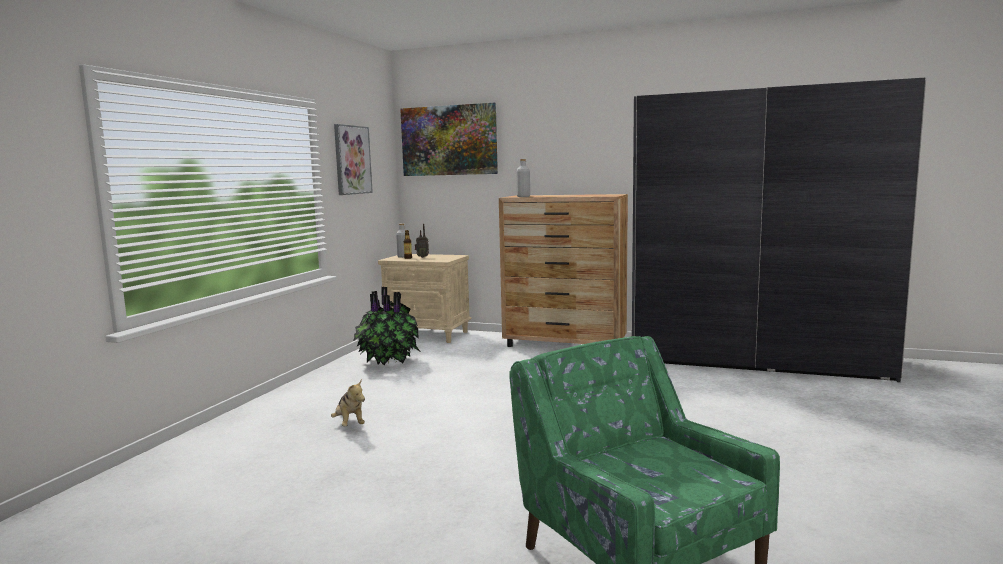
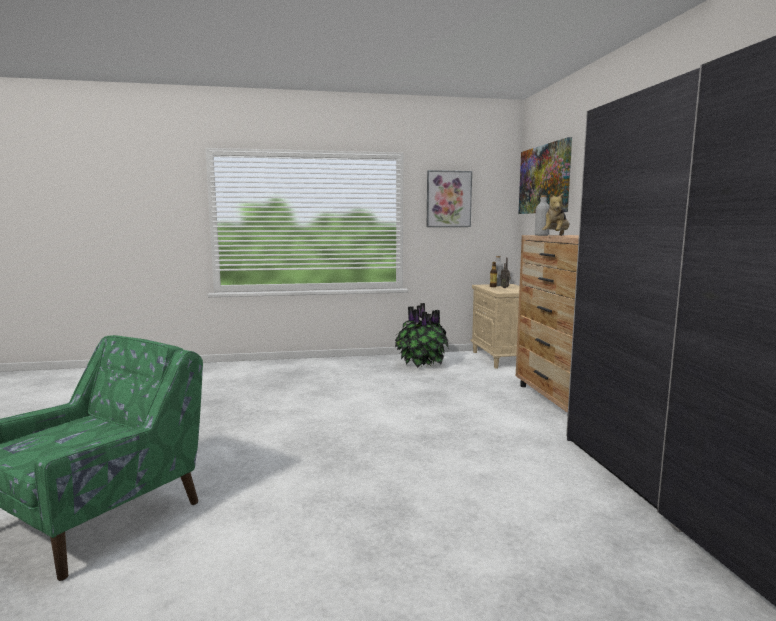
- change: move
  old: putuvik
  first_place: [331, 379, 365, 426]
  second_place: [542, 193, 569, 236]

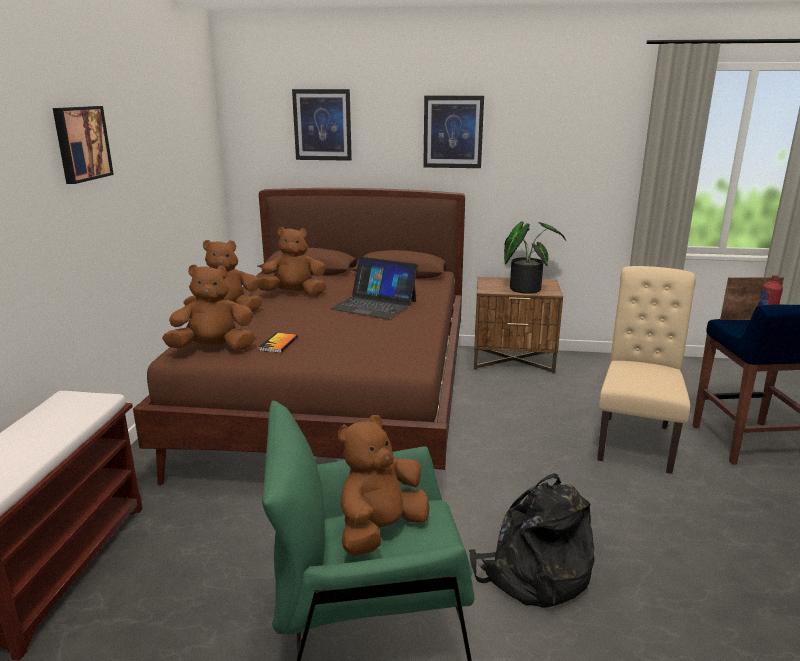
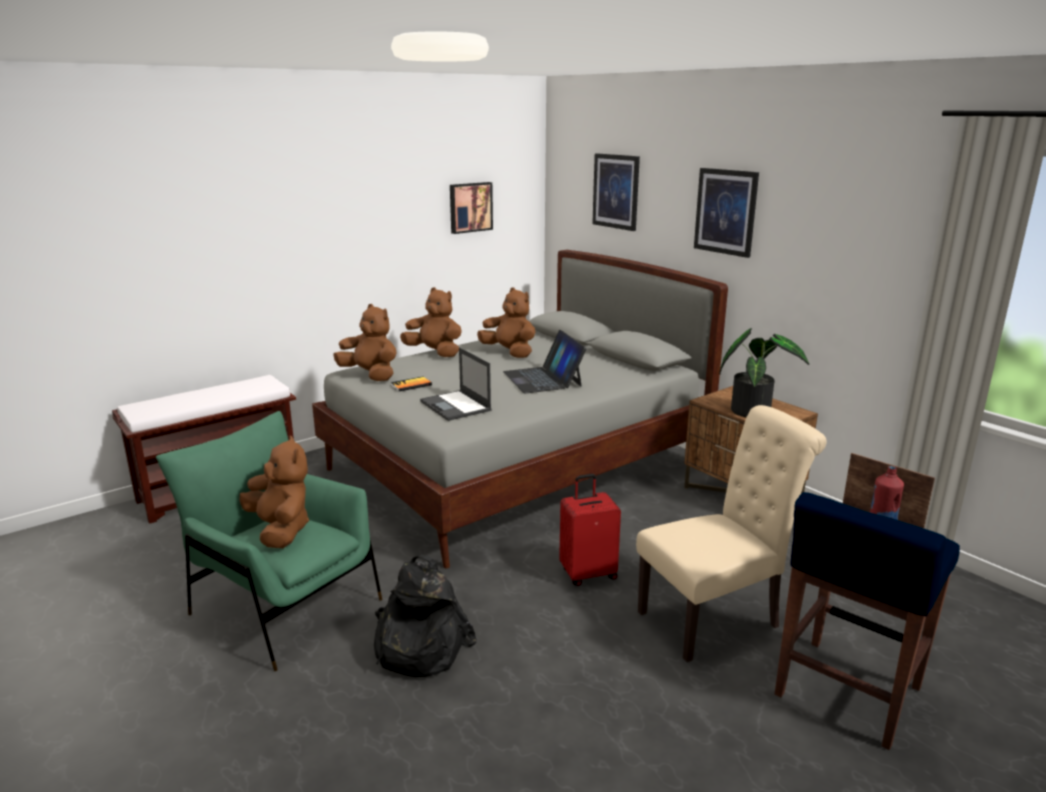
- change: move
  old: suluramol
  first_place: [53, 106, 114, 184]
  second_place: [450, 182, 493, 234]
- change: recolor
  old: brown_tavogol
  new: grey_tavogol
  first_place: [133, 188, 465, 485]
  second_place: [312, 250, 728, 569]
- change: rotate
  old: brown_putuvik
  first_place: [338, 415, 430, 556]
  second_place: [240, 436, 309, 548]
  degrees: 60
- change: insert
  new: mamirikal
  second_place: [420, 347, 492, 421]
- change: insert
  new: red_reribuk
  second_place: [559, 474, 621, 586]

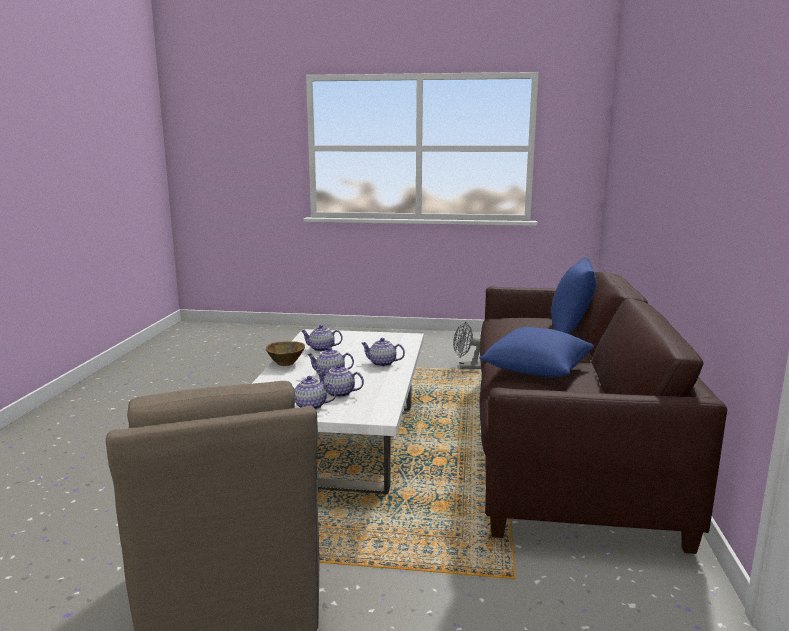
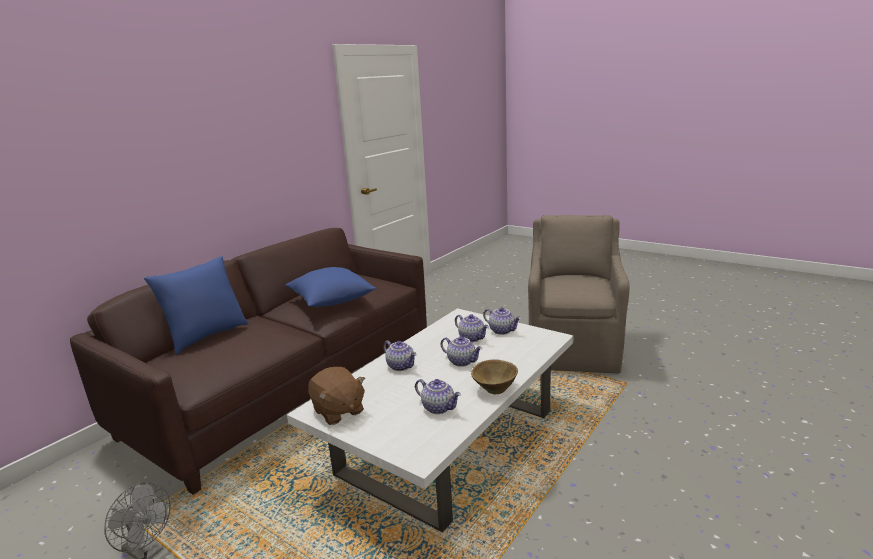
- change: insert
  new: brown_putuvik
  second_place: [308, 367, 365, 425]

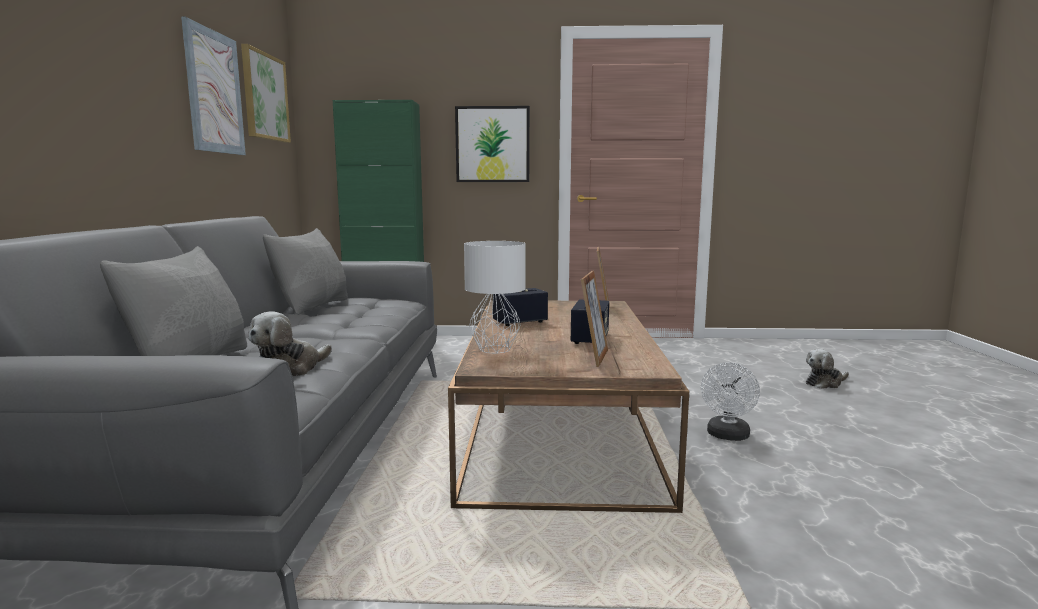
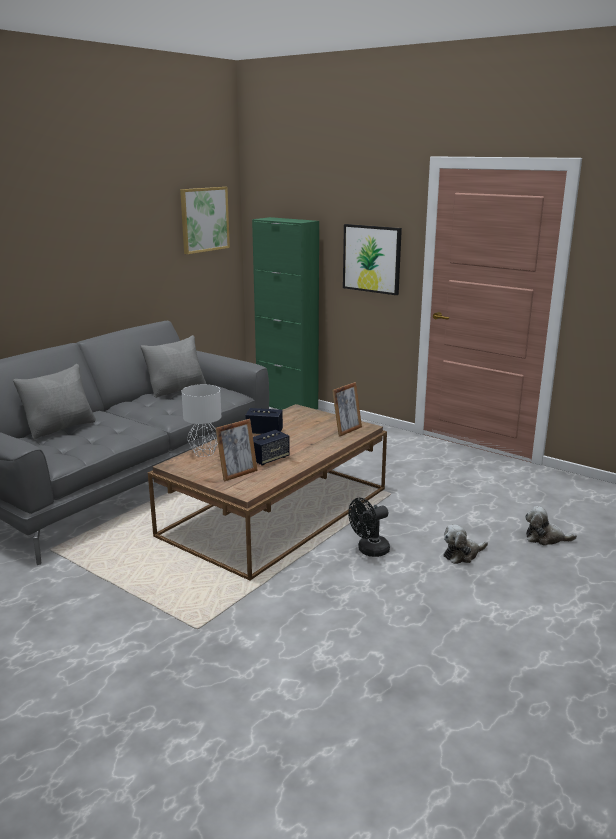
- change: delete
  old: suluramol
  first_place: [181, 17, 246, 155]
- change: move
  old: putuvik
  first_place: [248, 311, 332, 376]
  second_place: [444, 525, 488, 564]
- change: recolor
  old: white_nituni
  new: black_nituni
  first_place: [701, 362, 760, 441]
  second_place: [348, 498, 390, 557]

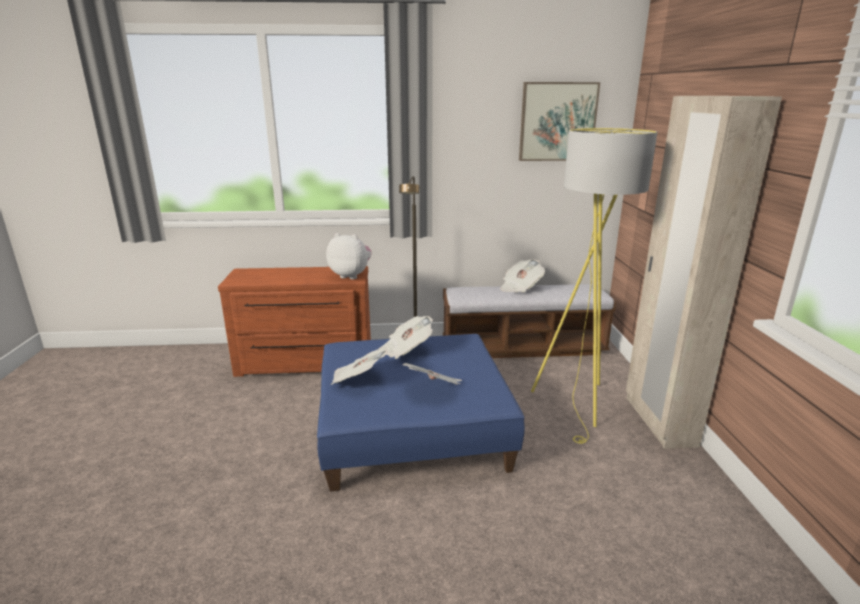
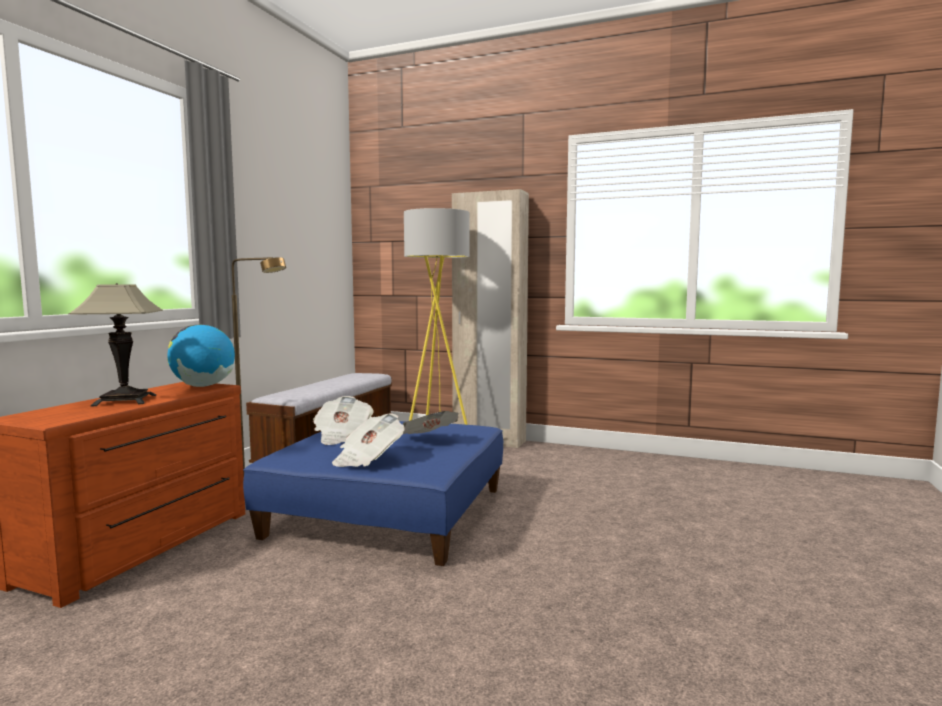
- change: delete
  old: suluramol
  first_place: [519, 82, 600, 161]
- change: replace
  old: putuvik
  new: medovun
  first_place: [326, 233, 372, 279]
  second_place: [167, 324, 235, 387]
- change: delete
  old: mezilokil
  first_place: [500, 259, 545, 293]
- change: insert
  new: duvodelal
  second_place: [68, 283, 163, 407]

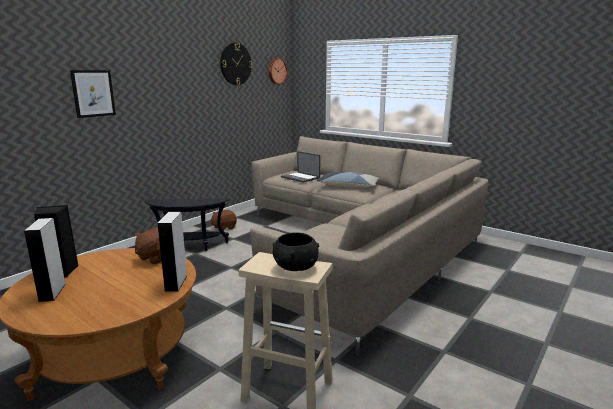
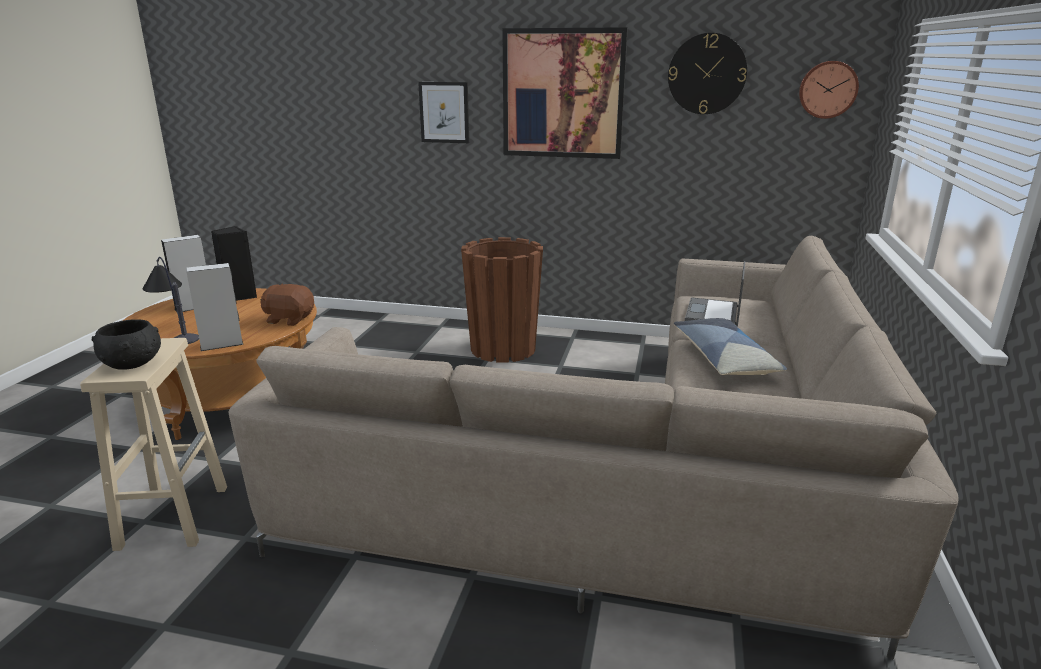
- change: replace
  old: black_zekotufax
  new: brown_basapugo
  first_place: [145, 198, 230, 251]
  second_place: [461, 237, 543, 363]
- change: delete
  old: brown_putuvik
  first_place: [210, 210, 237, 231]
- change: insert
  new: suluramol
  second_place: [502, 27, 628, 159]
- change: insert
  new: duvodelal
  second_place: [143, 257, 199, 344]

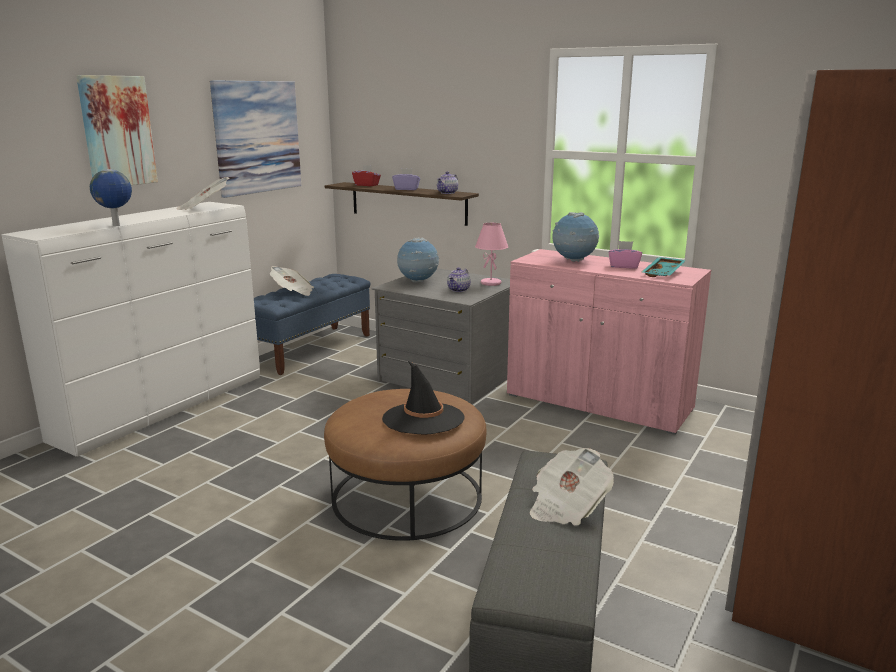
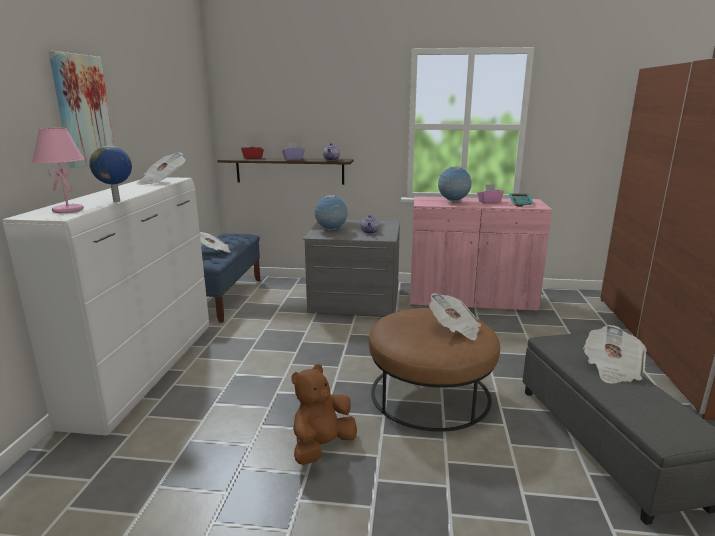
- change: delete
  old: suluramol
  first_place: [210, 80, 301, 198]
- change: move
  old: pink_duvodelal
  first_place: [475, 223, 508, 286]
  second_place: [32, 128, 84, 213]
- change: replace
  old: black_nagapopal
  new: mezilokil
  first_place: [382, 360, 464, 435]
  second_place: [429, 293, 481, 340]
- change: insert
  new: brown_putuvik
  second_place: [292, 364, 357, 465]

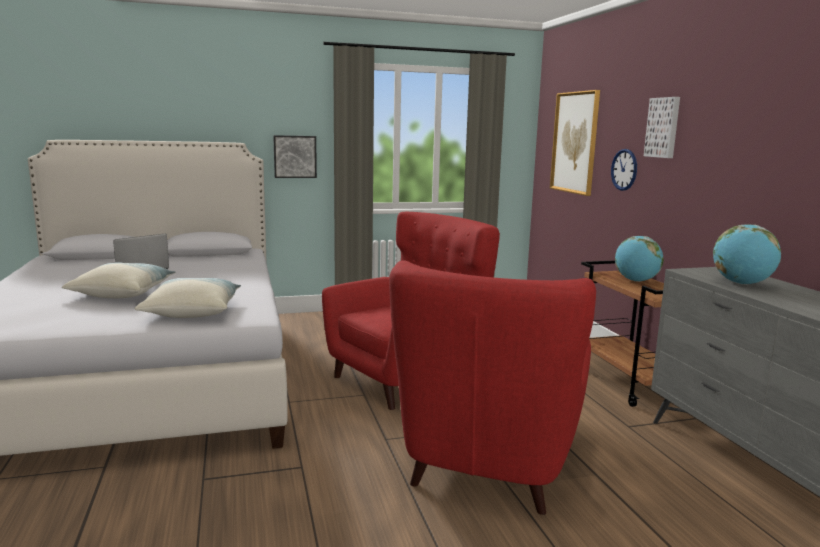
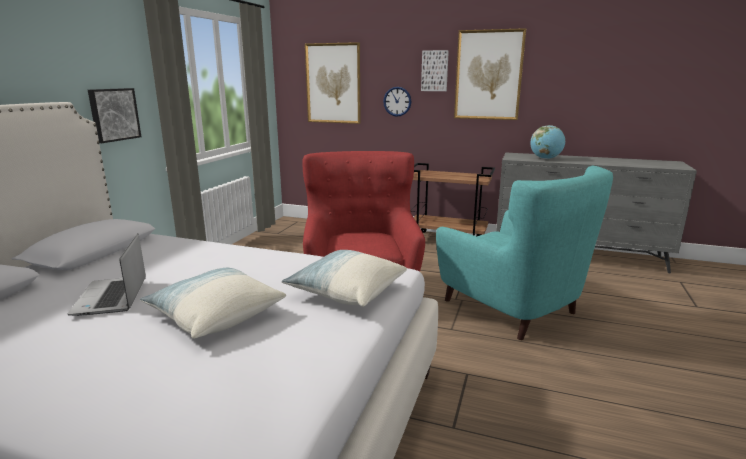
- change: delete
  old: medovun
  first_place: [615, 236, 664, 282]
- change: recolor
  old: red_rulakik
  new: turquoise_rulakik
  first_place: [389, 260, 596, 515]
  second_place: [436, 166, 613, 340]
- change: insert
  new: suluramol
  second_place: [454, 28, 526, 120]

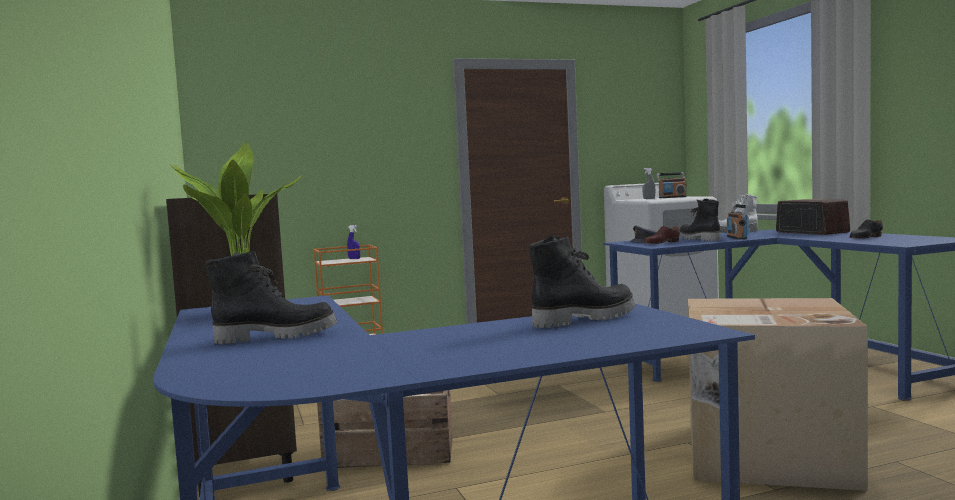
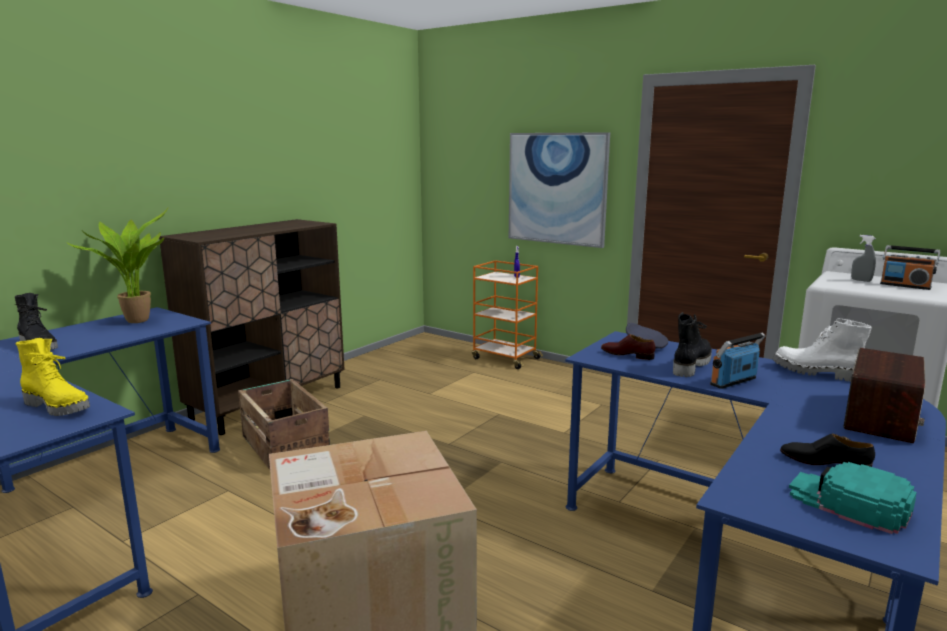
- change: recolor
  old: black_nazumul
  new: yellow_nazumul
  first_place: [529, 235, 635, 328]
  second_place: [16, 338, 90, 416]
- change: insert
  new: suluramol
  second_place: [509, 132, 610, 248]
- change: insert
  new: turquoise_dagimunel
  second_place: [789, 462, 917, 534]

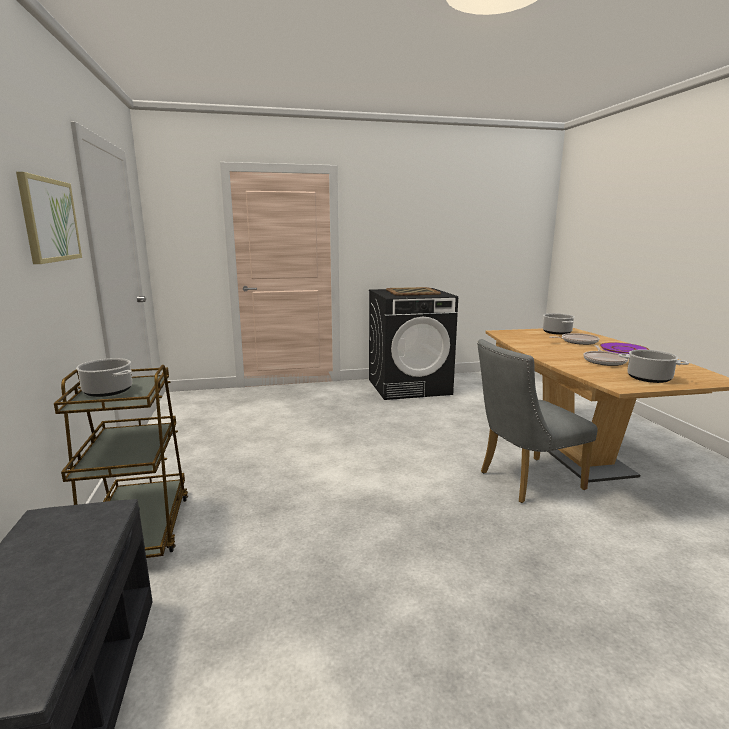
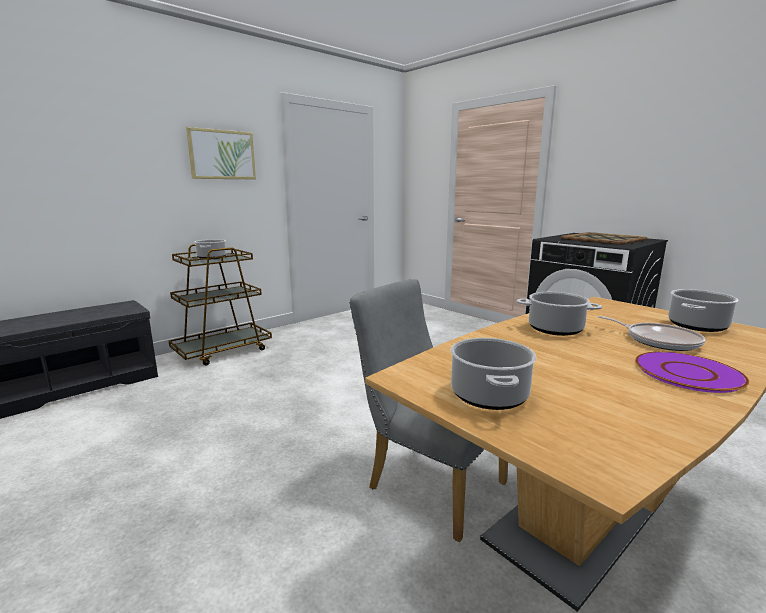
- change: delete
  old: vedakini
  first_place: [583, 345, 628, 366]
- change: insert
  new: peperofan
  second_place: [516, 292, 602, 336]

